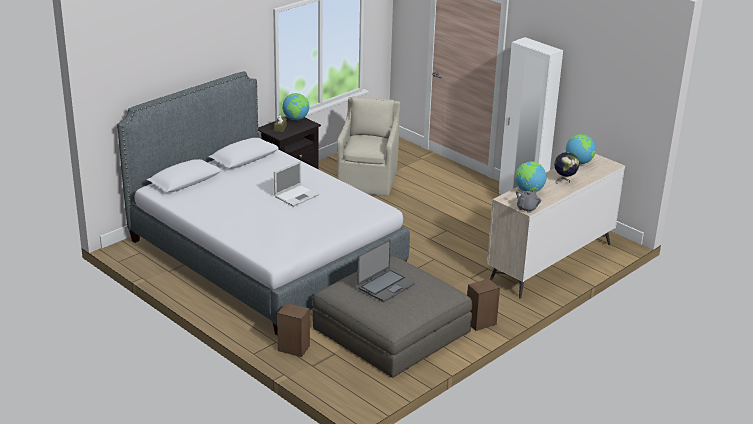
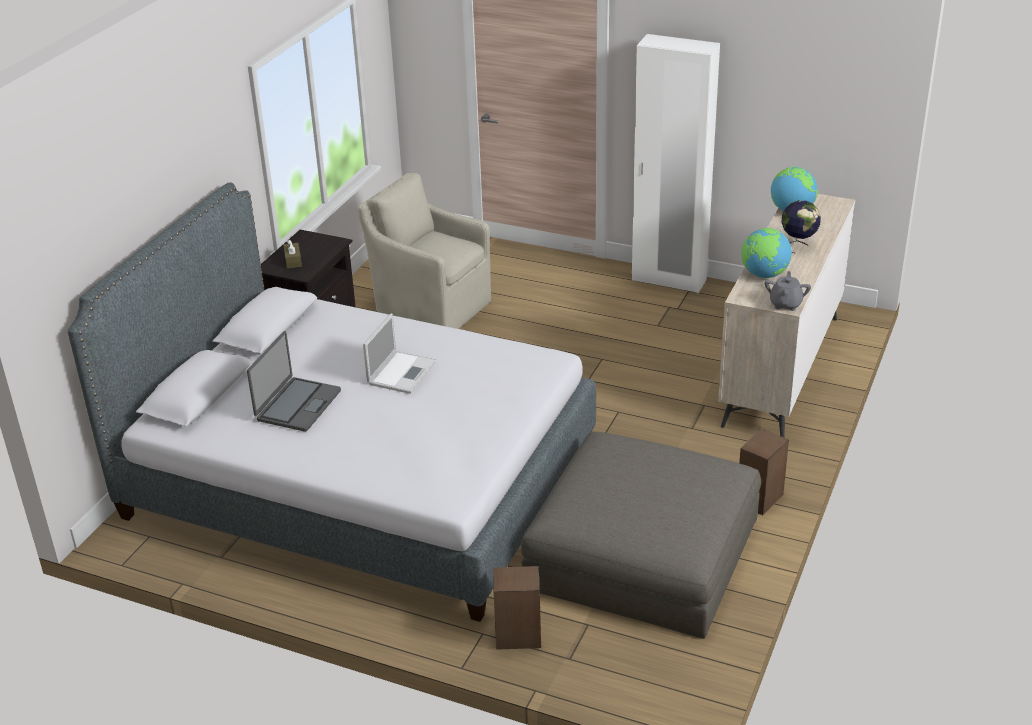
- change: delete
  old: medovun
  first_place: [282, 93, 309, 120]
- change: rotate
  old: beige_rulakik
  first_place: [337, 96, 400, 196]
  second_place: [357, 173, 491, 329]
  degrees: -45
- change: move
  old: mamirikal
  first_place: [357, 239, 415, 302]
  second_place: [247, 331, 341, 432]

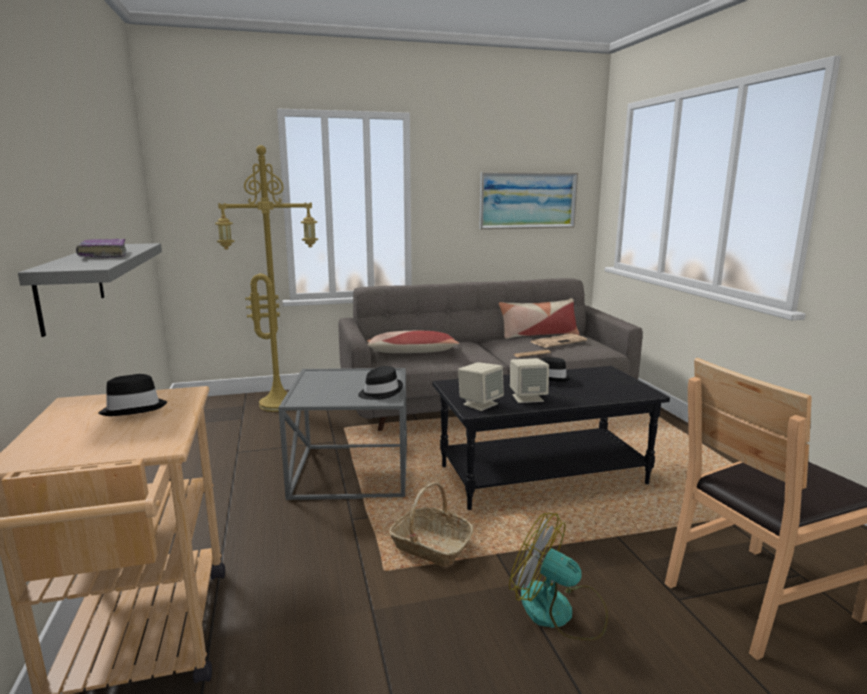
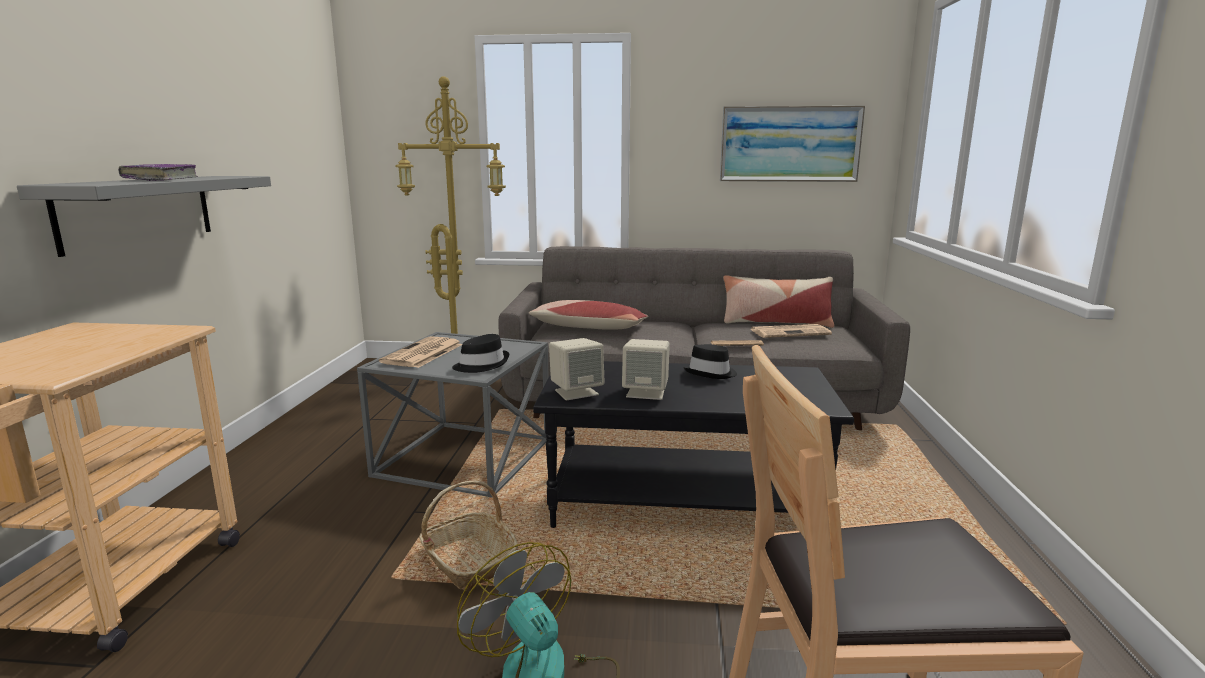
- change: delete
  old: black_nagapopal
  first_place: [98, 374, 167, 416]
- change: insert
  new: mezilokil
  second_place: [379, 336, 462, 368]

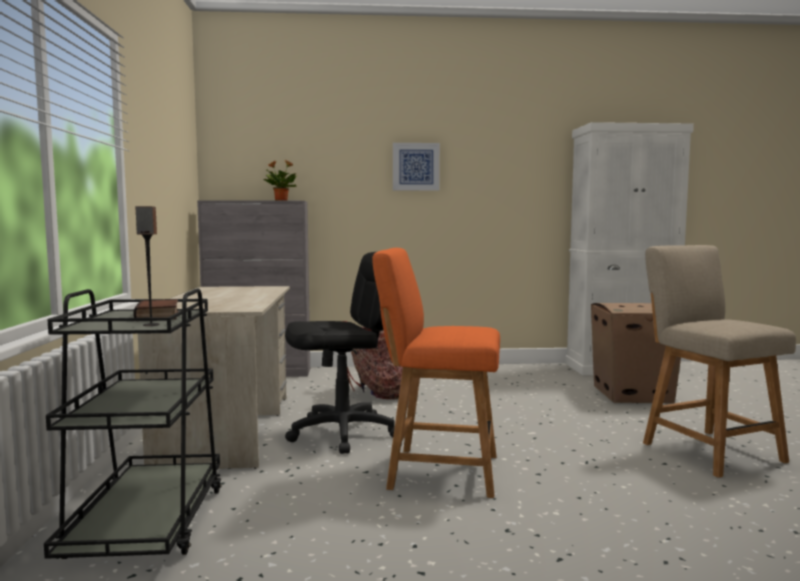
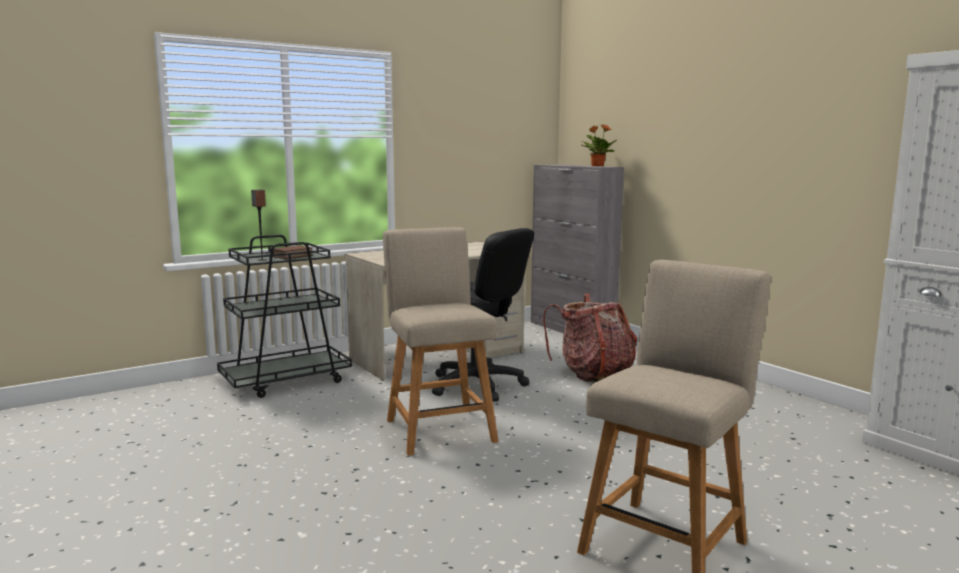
- change: delete
  old: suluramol
  first_place: [393, 143, 440, 191]
- change: recolor
  old: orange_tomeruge
  new: beige_tomeruge
  first_place: [372, 248, 500, 498]
  second_place: [383, 227, 498, 456]
- change: delete
  old: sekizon
  first_place: [591, 303, 681, 403]

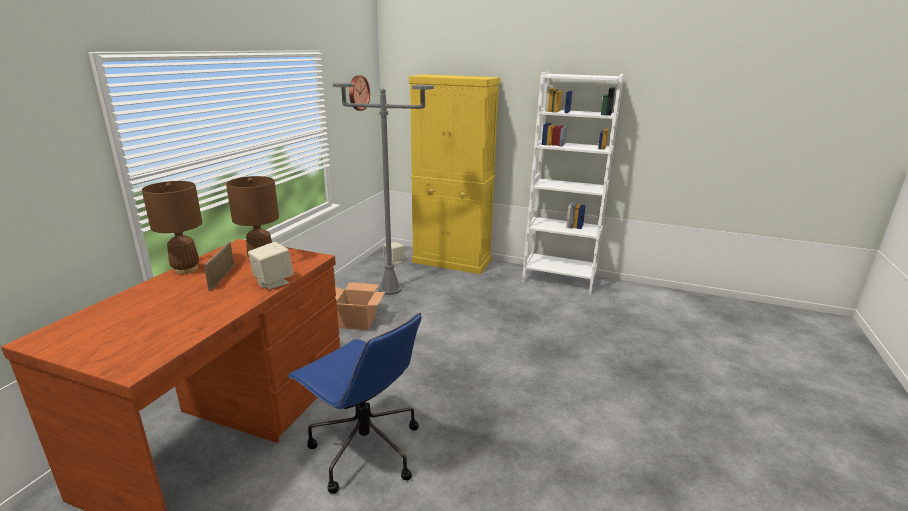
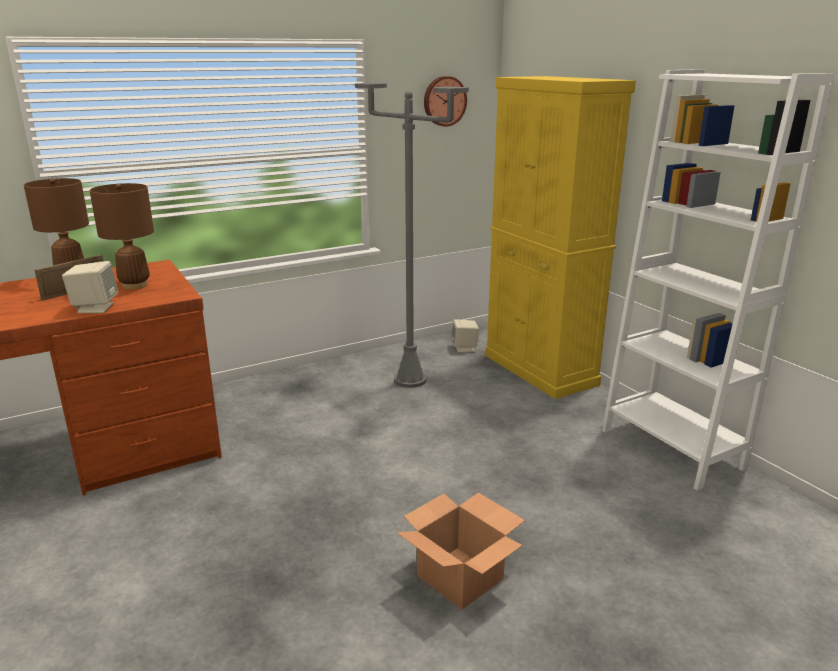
- change: move
  old: sekizon
  first_place: [335, 282, 385, 330]
  second_place: [397, 492, 525, 610]
- change: delete
  old: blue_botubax
  first_place: [288, 313, 421, 494]

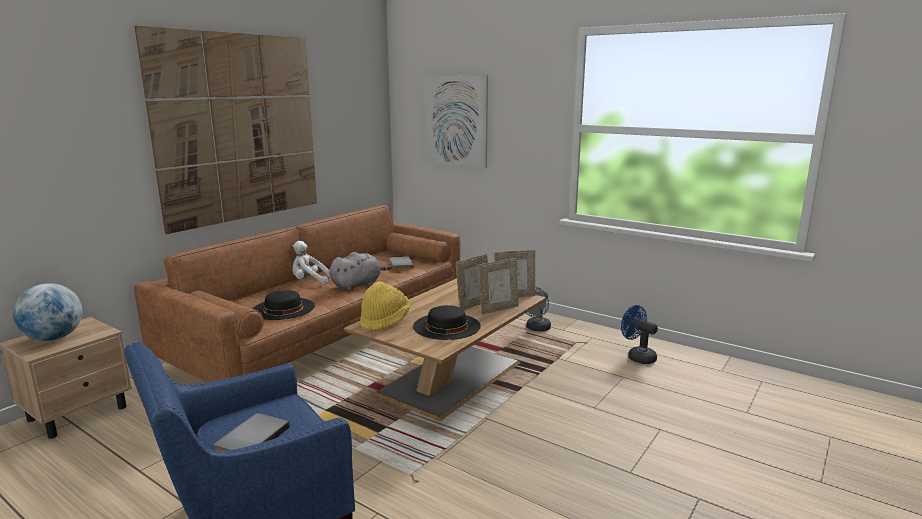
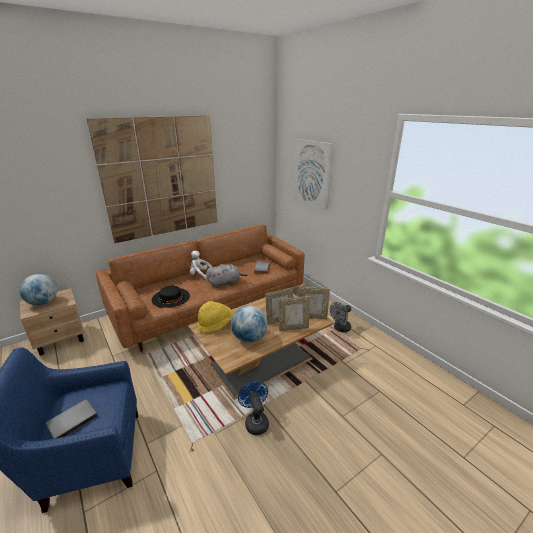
- change: replace
  old: black_nagapopal
  new: medovun
  first_place: [413, 305, 481, 340]
  second_place: [231, 305, 267, 343]
- change: move
  old: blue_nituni
  first_place: [621, 305, 658, 364]
  second_place: [238, 381, 269, 435]

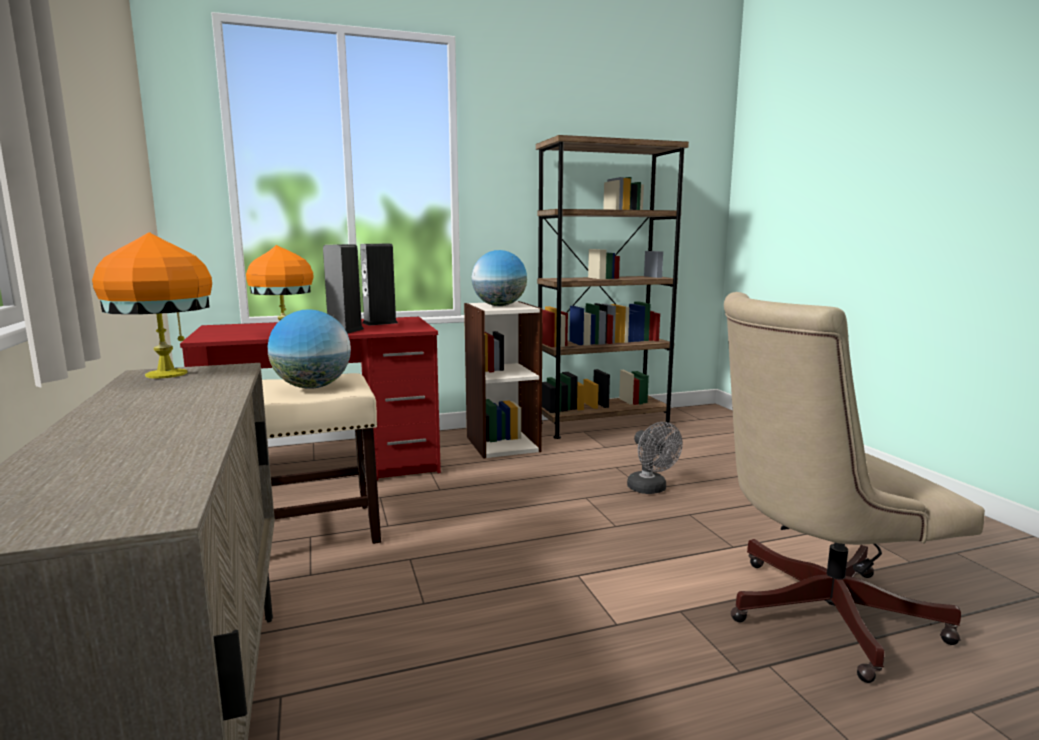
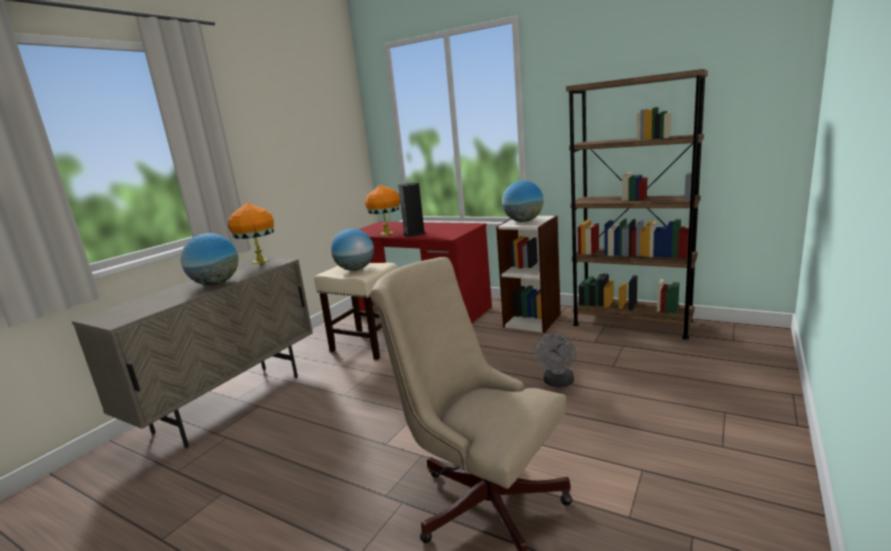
- change: delete
  old: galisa
  first_place: [360, 244, 398, 326]
- change: insert
  new: medovun
  second_place: [181, 233, 238, 285]

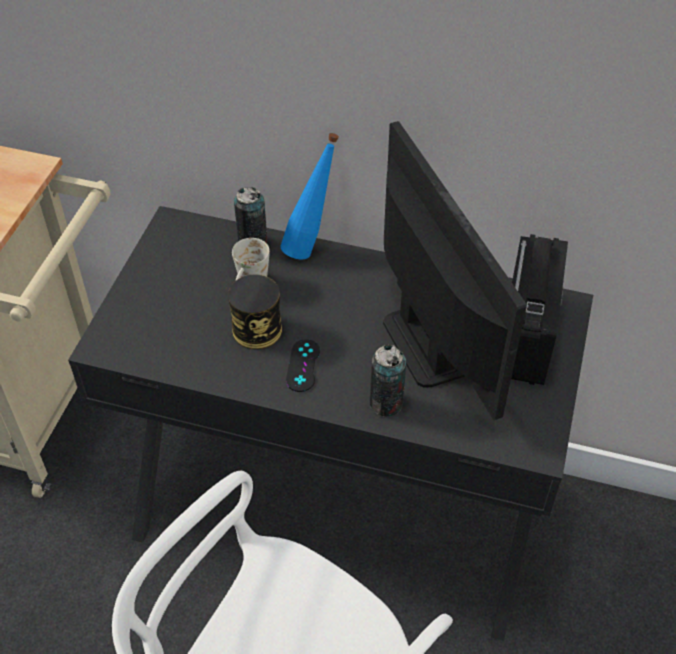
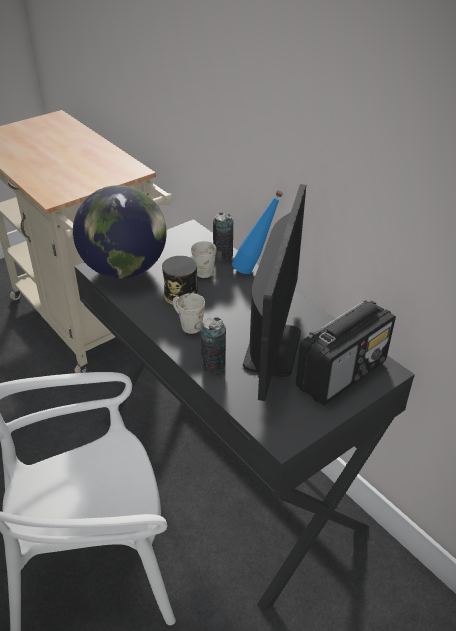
- change: replace
  old: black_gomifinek
  new: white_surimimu
  first_place: [286, 339, 320, 392]
  second_place: [173, 293, 205, 334]
- change: insert
  new: medovun
  second_place: [73, 185, 167, 279]

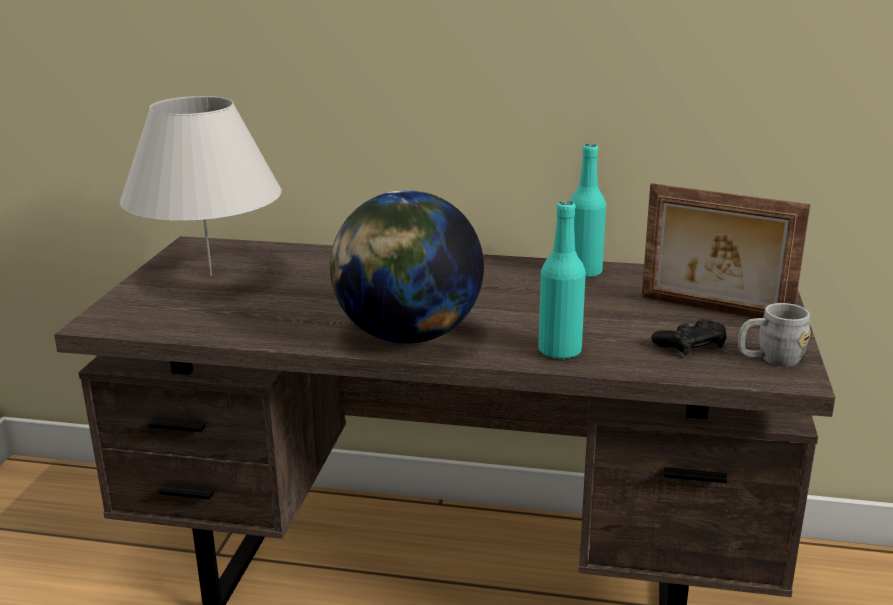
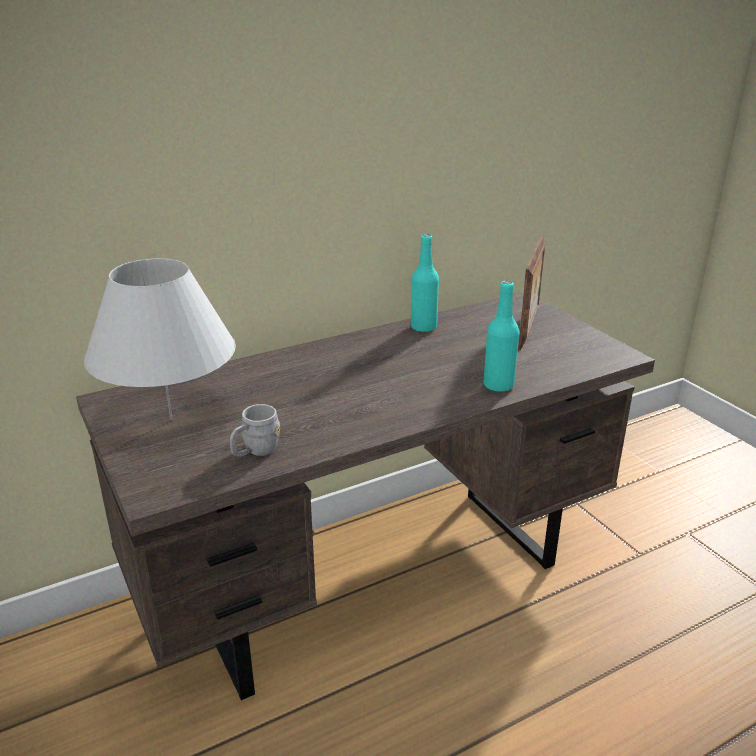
- change: rotate
  old: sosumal
  first_place: [642, 183, 810, 318]
  second_place: [518, 235, 545, 350]
  degrees: -60
- change: delete
  old: medovun
  first_place: [330, 190, 484, 344]
- change: move
  old: grey_surimimu
  first_place: [738, 303, 811, 367]
  second_place: [230, 404, 280, 457]
- change: delete
  old: black_gomifinek
  first_place: [651, 319, 726, 356]

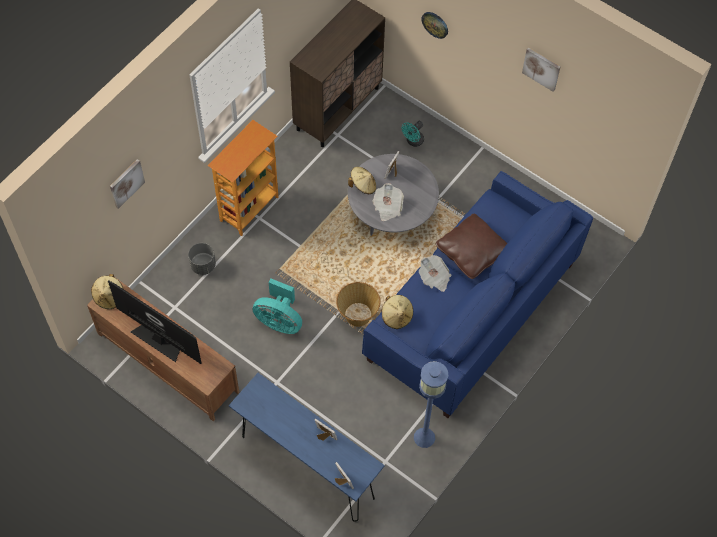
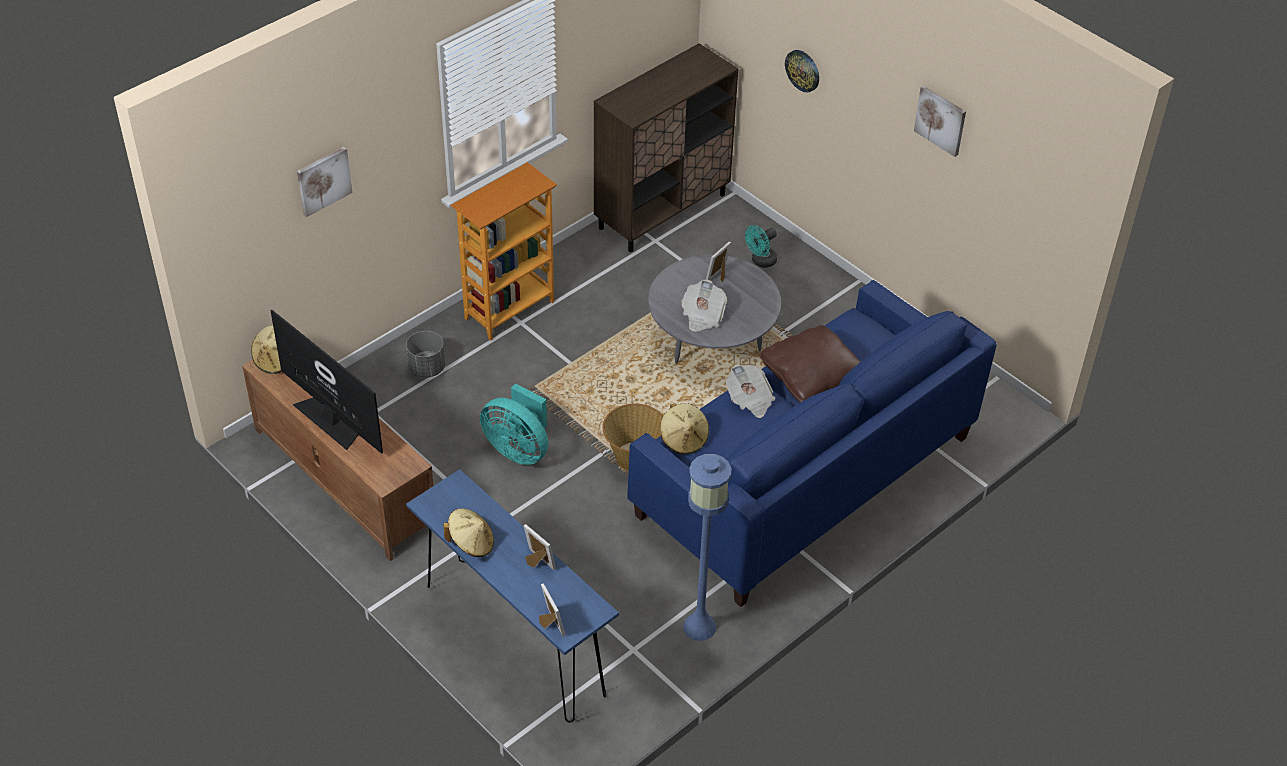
- change: move
  old: beige_nagapopal
  first_place: [348, 167, 376, 194]
  second_place: [443, 508, 494, 557]

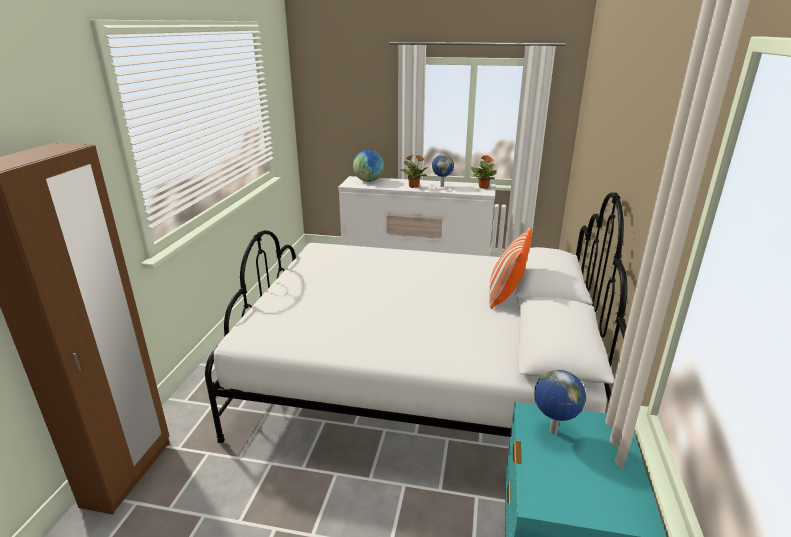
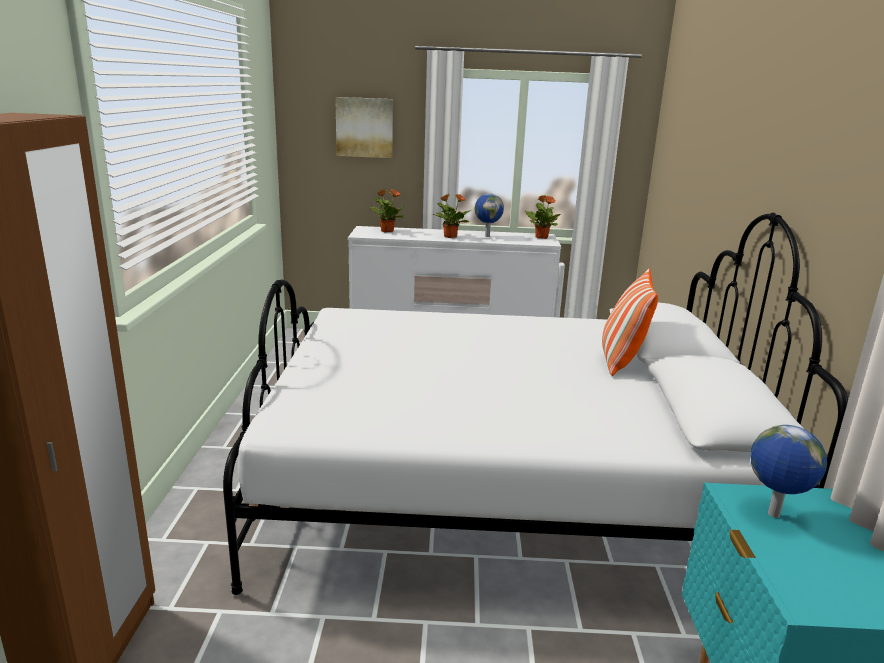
- change: replace
  old: medovun
  new: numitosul
  first_place: [353, 150, 384, 182]
  second_place: [369, 189, 407, 232]
- change: insert
  new: suluramol
  second_place: [335, 97, 393, 158]

